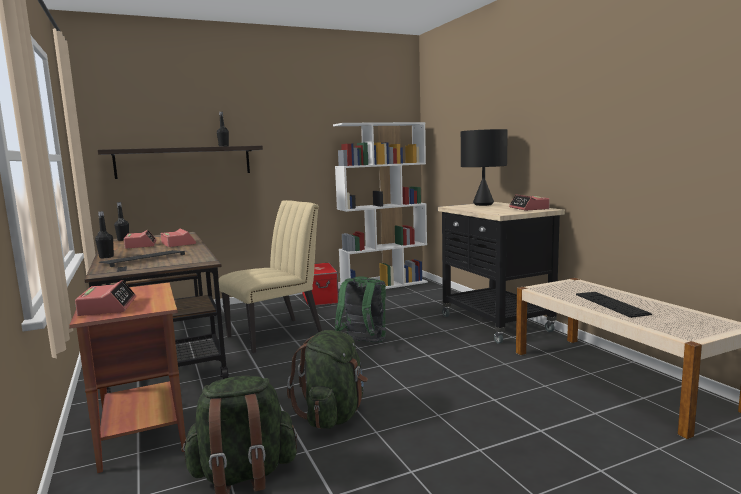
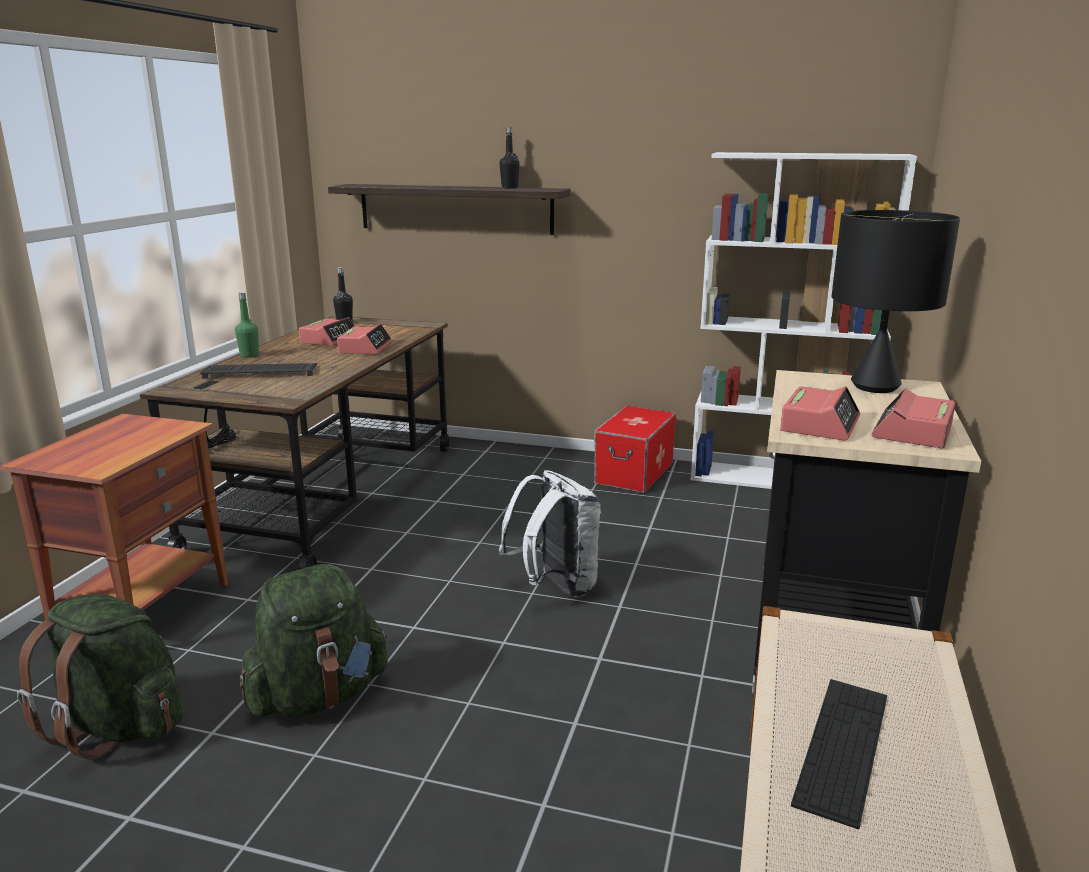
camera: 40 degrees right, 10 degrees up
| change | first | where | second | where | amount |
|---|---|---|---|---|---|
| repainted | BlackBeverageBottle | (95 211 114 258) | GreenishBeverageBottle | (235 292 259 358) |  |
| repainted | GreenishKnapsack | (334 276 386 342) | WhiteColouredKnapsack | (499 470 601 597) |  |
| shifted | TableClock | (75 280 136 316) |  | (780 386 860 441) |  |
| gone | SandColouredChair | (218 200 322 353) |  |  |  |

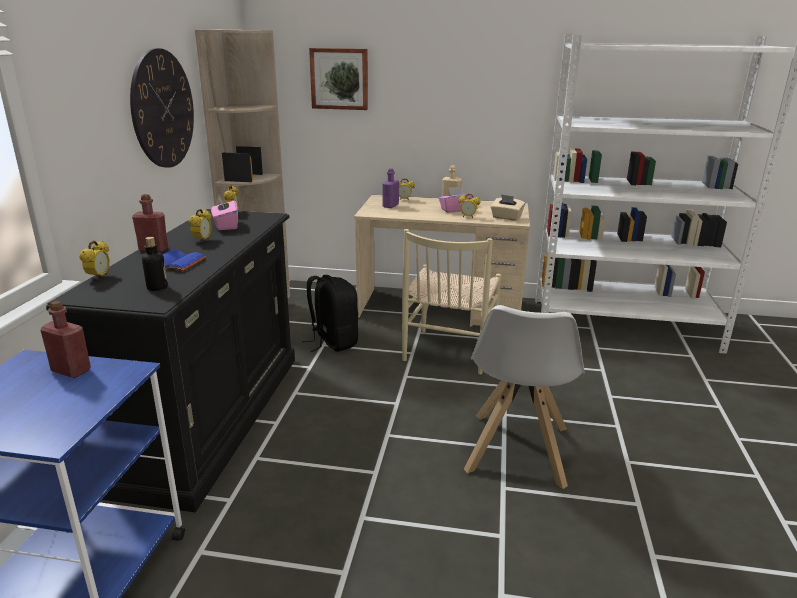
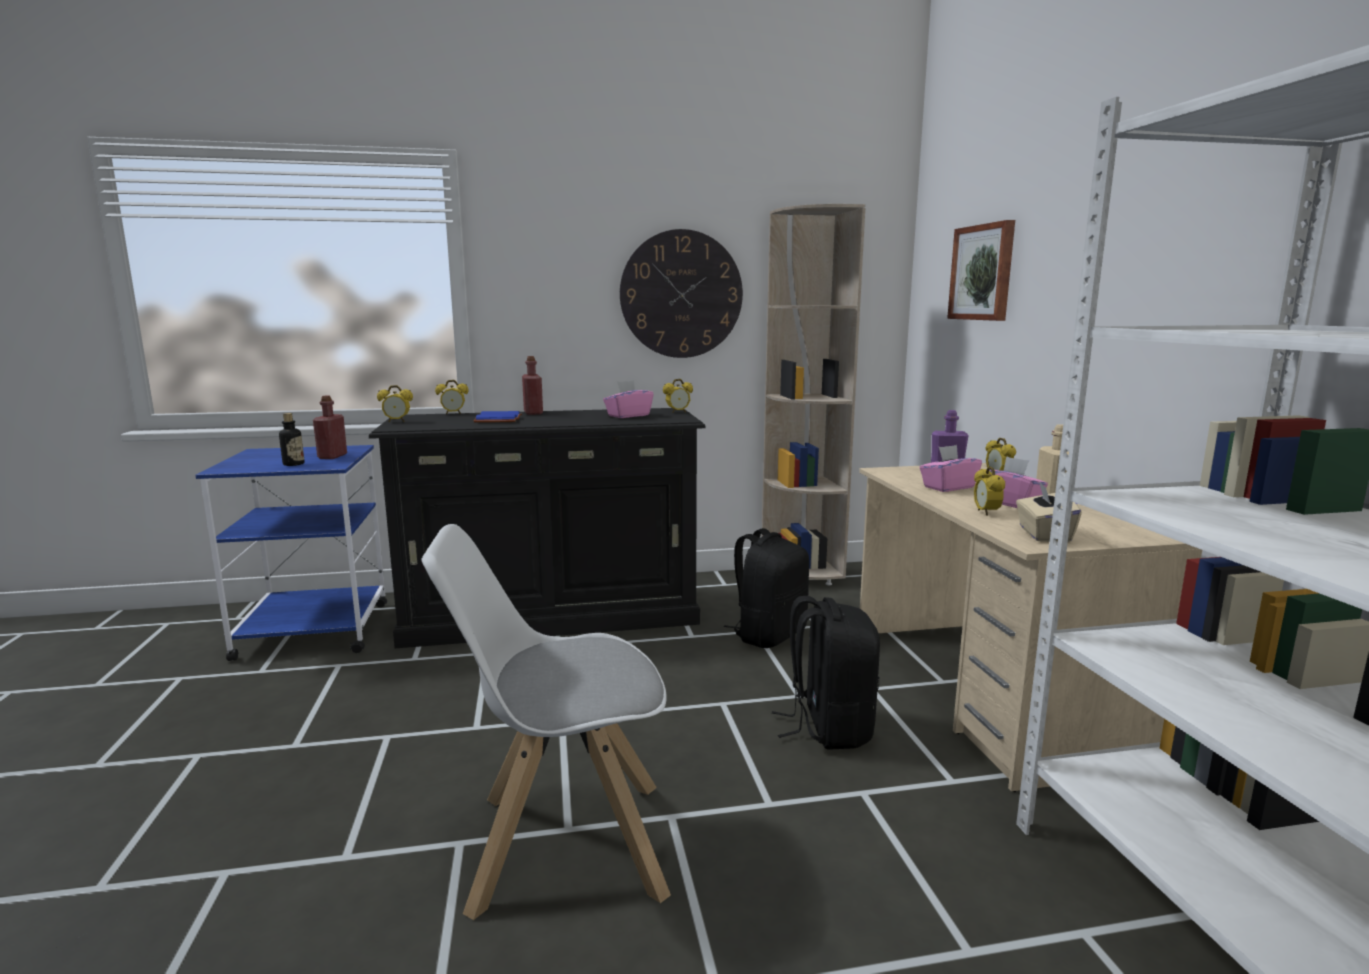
camera: 70 degrees right, 10 degrees down
| change | first | where | second | where | amount |
|---|---|---|---|---|---|
| shifted | BeverageBottle | (142 237 168 291) |  | (279 413 304 466) |  |
| shifted | TableClock | (189 209 212 243) |  | (377 385 413 422) |  |
| swapped | SandColouredChair | (402 229 501 374) | BlackKnapsack | (772 596 880 750) |  |
| new |  |  | PinkColouredBoxOfTissues | (919 445 982 492) |  |

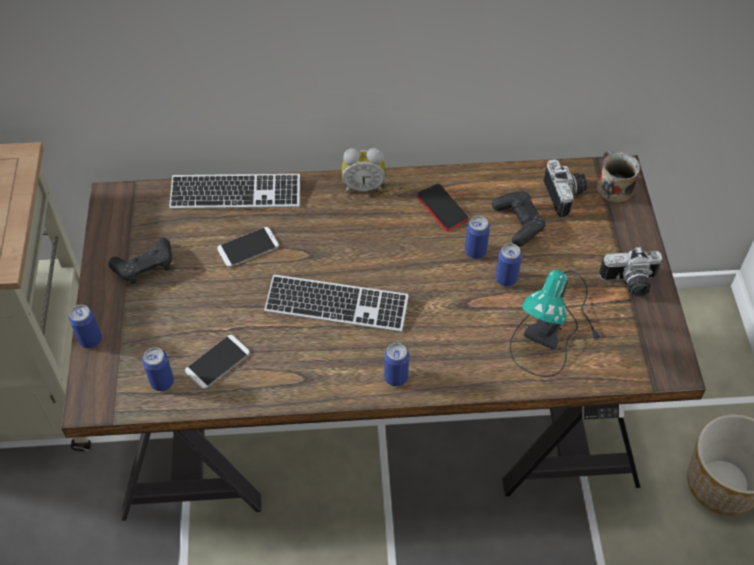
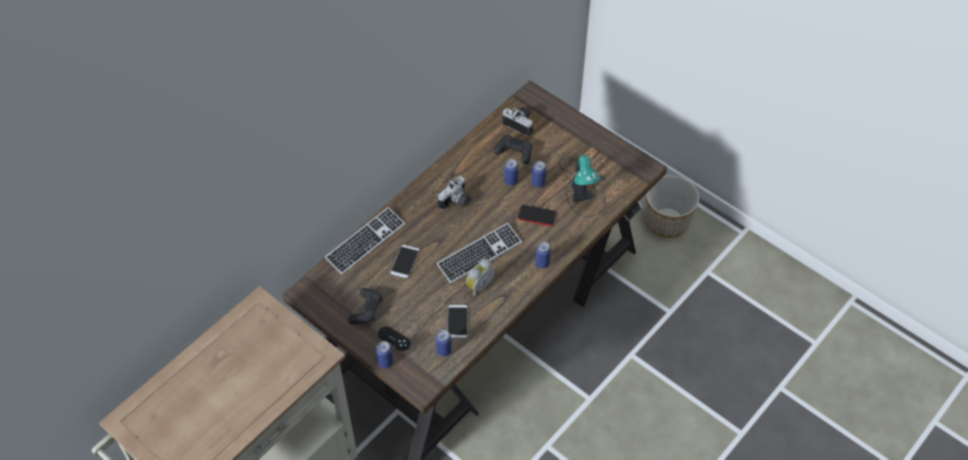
camera: 45 degrees left, 0 degrees up
| change | first | where | second | where | amount |
|---|---|---|---|---|---|
| new |  |  | BlackJoypad | (378 326 410 351) |  |
| shifted | StillCamera | (599 247 662 297) |  | (437 176 471 210) |  |
| shifted | TableClock | (342 148 385 193) |  | (466 259 495 296) |  |
| shifted | Telephone | (417 183 469 231) |  | (518 205 556 226) |  |
| gone | CoffeeMug | (597 150 640 204) |  |  |  |

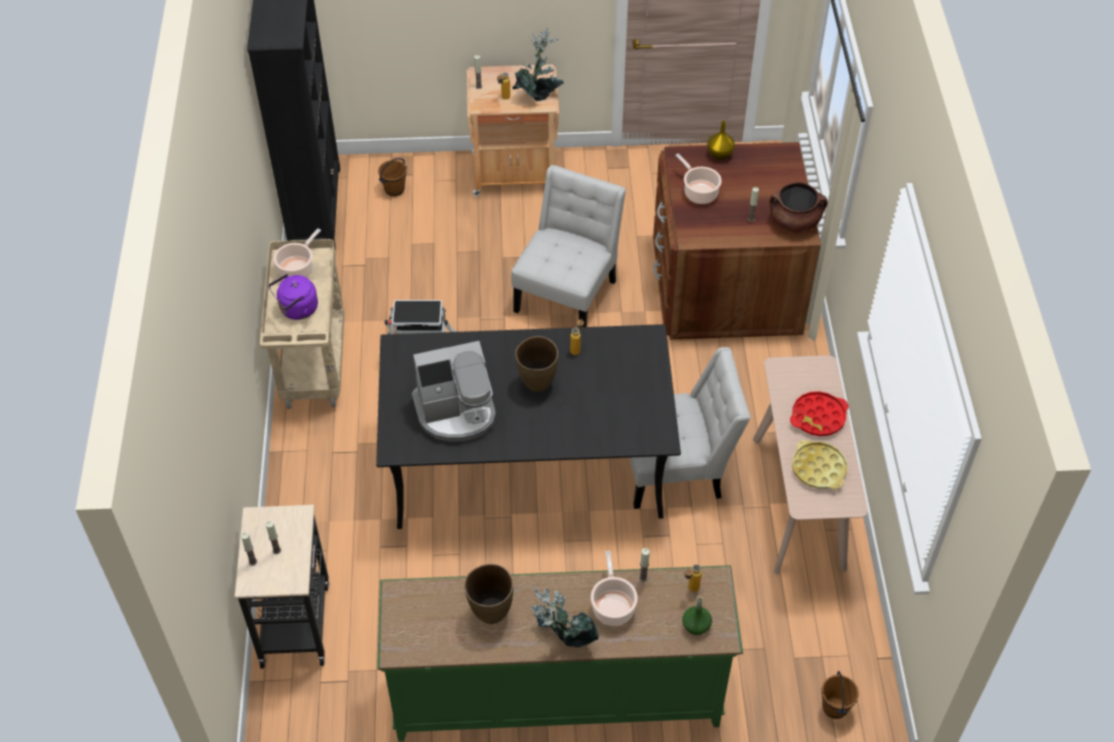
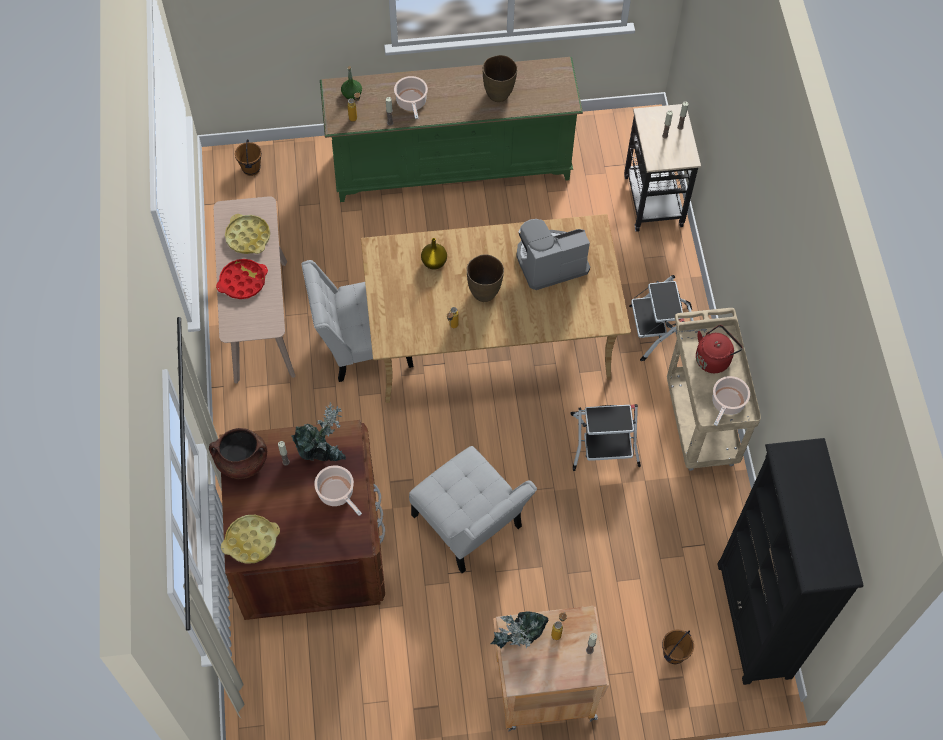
camera: 175 degrees right, 10 degrees up
| change | first | where | second | where | amount |
|---|---|---|---|---|---|
| new |  |  | YellowishServingTray | (221 515 280 564) |  |
| shifted | PlantInAPot | (531 586 599 648) |  | (291 402 346 461) |  |
| repainted | BlackKitchenTable | (376 324 681 529) | SandColouredKitchenTable | (361 214 631 403) |  |
| rotated | WhiteColouredChair | (511 165 626 327) |  | (409 446 537 573) | 60 degrees counterclockwise |
| shifted | YellowishFlowerVase | (707 121 735 160) |  | (421 238 447 270) |  |
| new |  |  | Stepladder | (629 275 694 361) |  |
| repainted | PurplishKettle | (268 274 318 320) | RedColouredKettle | (696 325 743 373) |  |

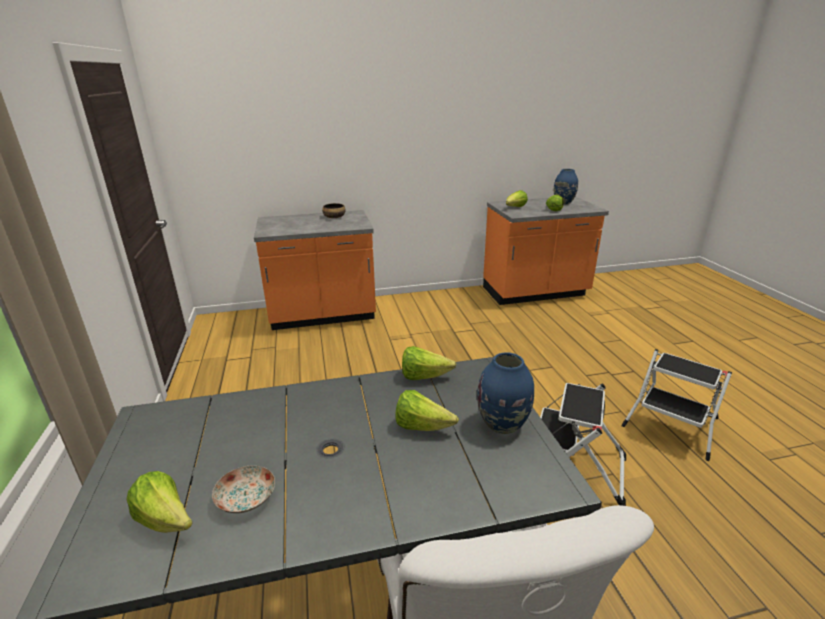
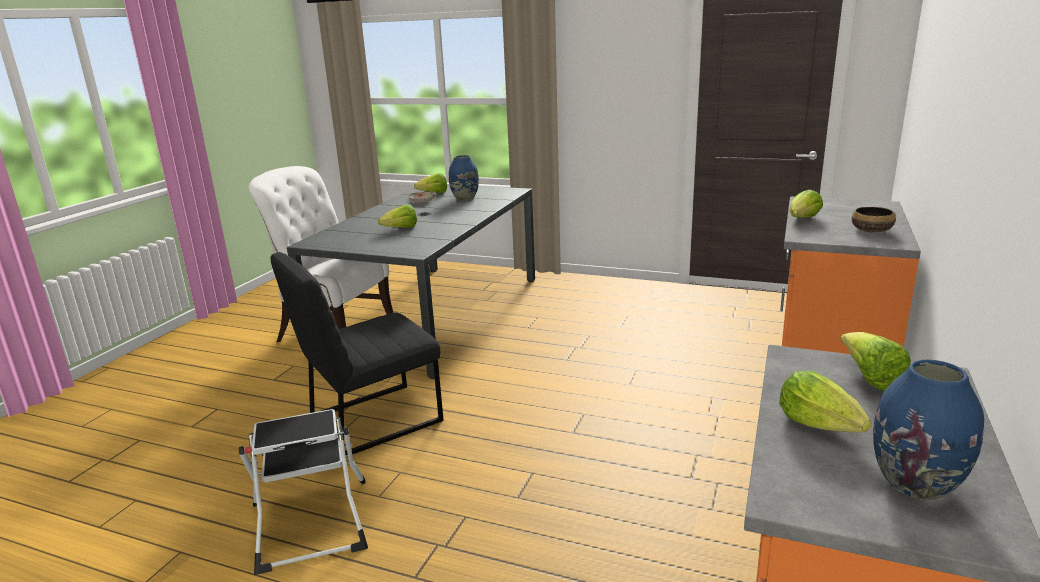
camera: 125 degrees right, 5 degrees down
| change | first | where | second | where | amount |
|---|---|---|---|---|---|
| swapped | Stepladder | (540 383 626 506) | BlackChair | (270 252 444 455) |  |
| shifted | BlueColouredFlowerVase | (477 352 534 434) |  | (449 155 479 201) |  |
| shifted | LettuceHead | (402 346 456 380) |  | (790 190 823 218) |  |

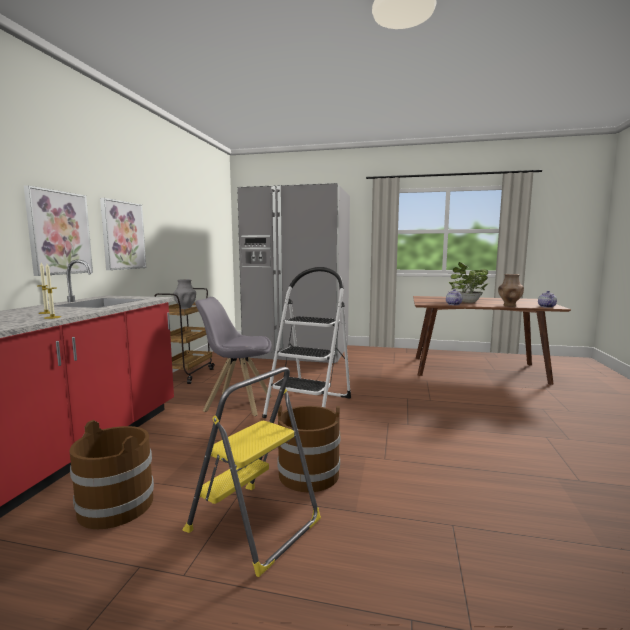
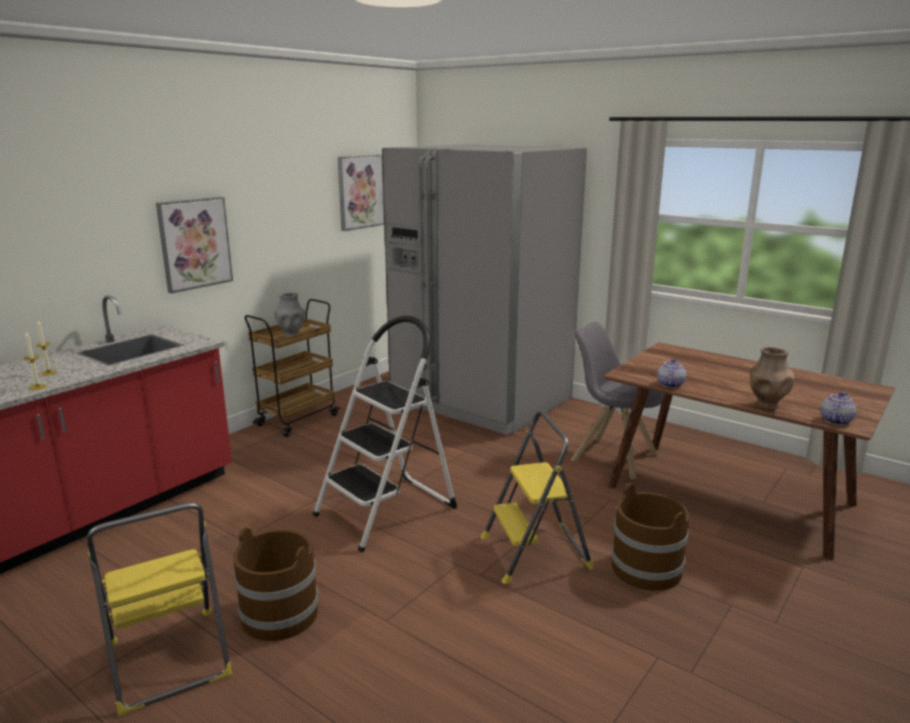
camera: 25 degrees right, 10 degrees up
| change | first | where | second | where | amount |
|---|---|---|---|---|---|
| shifted | Picture | (24 185 93 276) |  | (338 155 384 231) |  |
| new |  |  | YellowishStepladder | (480 411 593 584) |  |
| shifted | GreyChair | (195 297 272 416) |  | (571 321 665 480) |  |
| shifted | BrownBucket | (70 420 154 529) |  | (612 483 689 591) |  |
| gone | PlantInAPot | (449 262 489 303) |  |  |  |

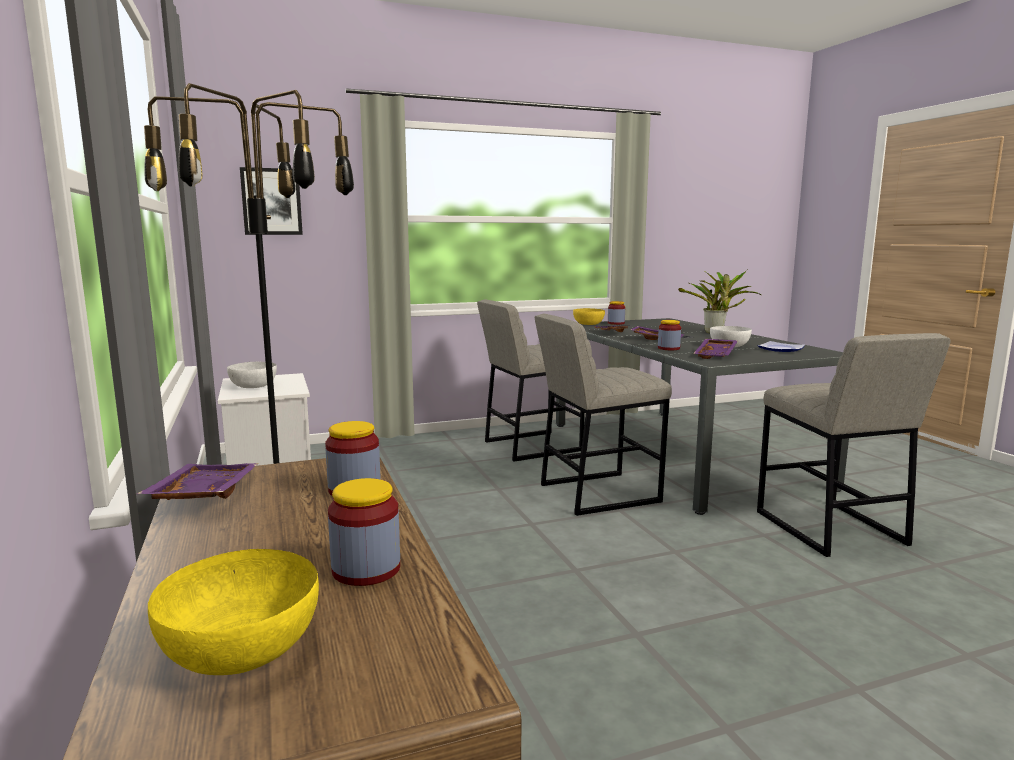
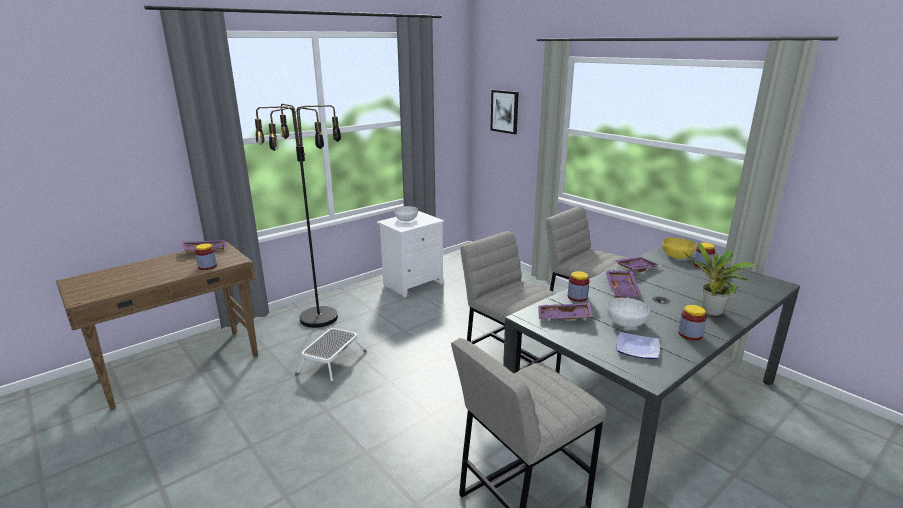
camera: 70 degrees right, 10 degrees up
| change | first | where | second | where | amount |
|---|---|---|---|---|---|
| new |  |  | GreyStepladder | (295 328 367 386) |  |
| shifted | Jar | (328 478 400 586) |  | (678 305 707 340) |  |
| gone | YellowishDeepDish | (148 549 319 675) |  |  |  |

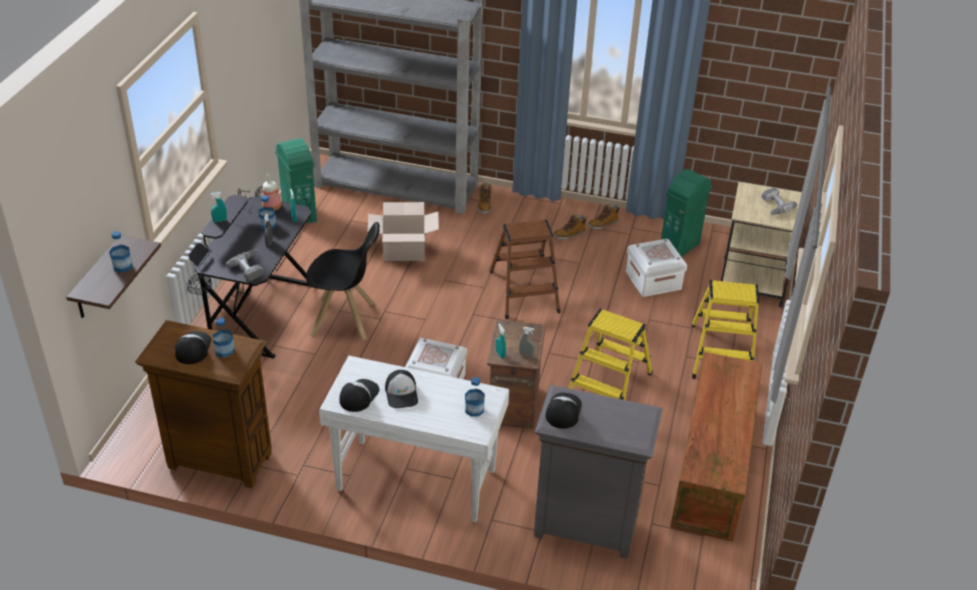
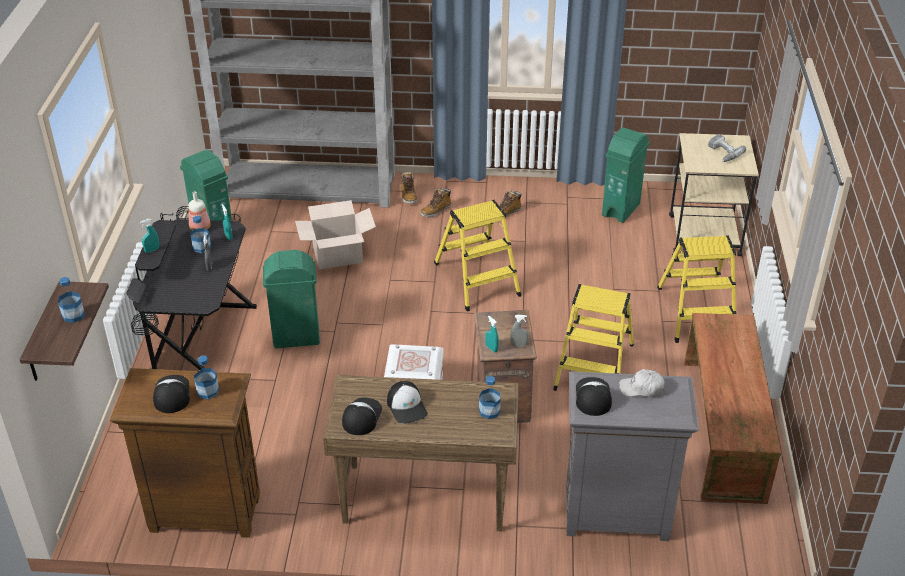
camera: 10 degrees left, 0 degrees up
| change | first | where | second | where | amount |
|---|---|---|---|---|---|
| swapped | BlackChair | (306 222 380 341) | GreenishRubbishBin | (263 250 320 348) |  |
| repainted | WhiteColouredHallTable | (319 356 509 522) | BrownHallTable | (323 375 519 531) |  |
| shifted | HighTopBoot | (588 203 619 229) |  | (420 188 451 217) |  |
| repainted | BrownStepladder | (489 219 561 319) | YellowishStepladder | (434 200 521 311) |  |
| new |  |  | WhiteColouredBaseballCap | (619 369 665 397) |  |
| gone | PowerDrill | (226 249 263 281) |  |  |  |
| gone | WhiteColouredStorageBox | (626 239 687 297) |  |  |  |

